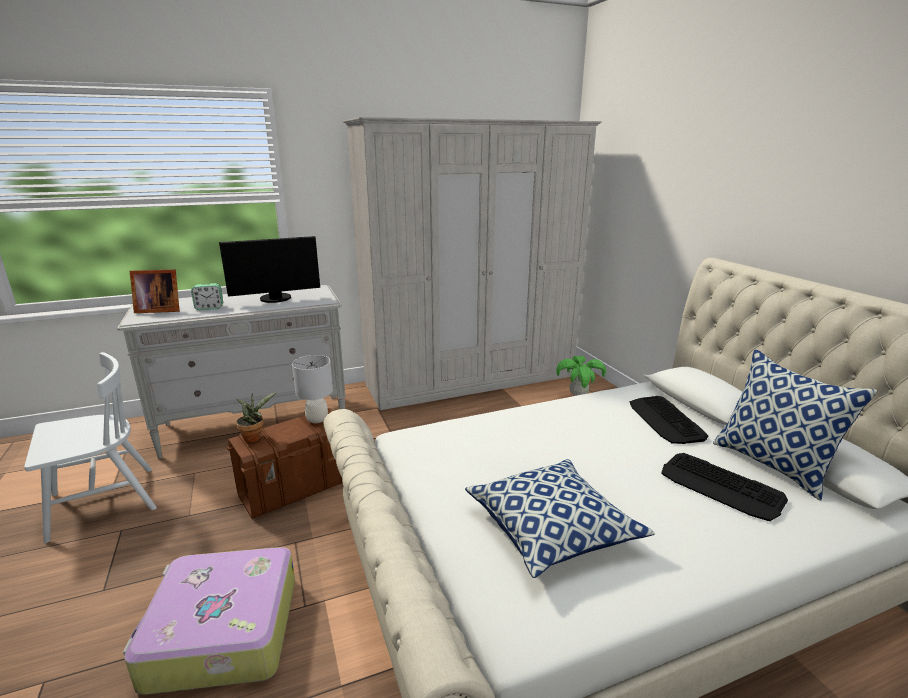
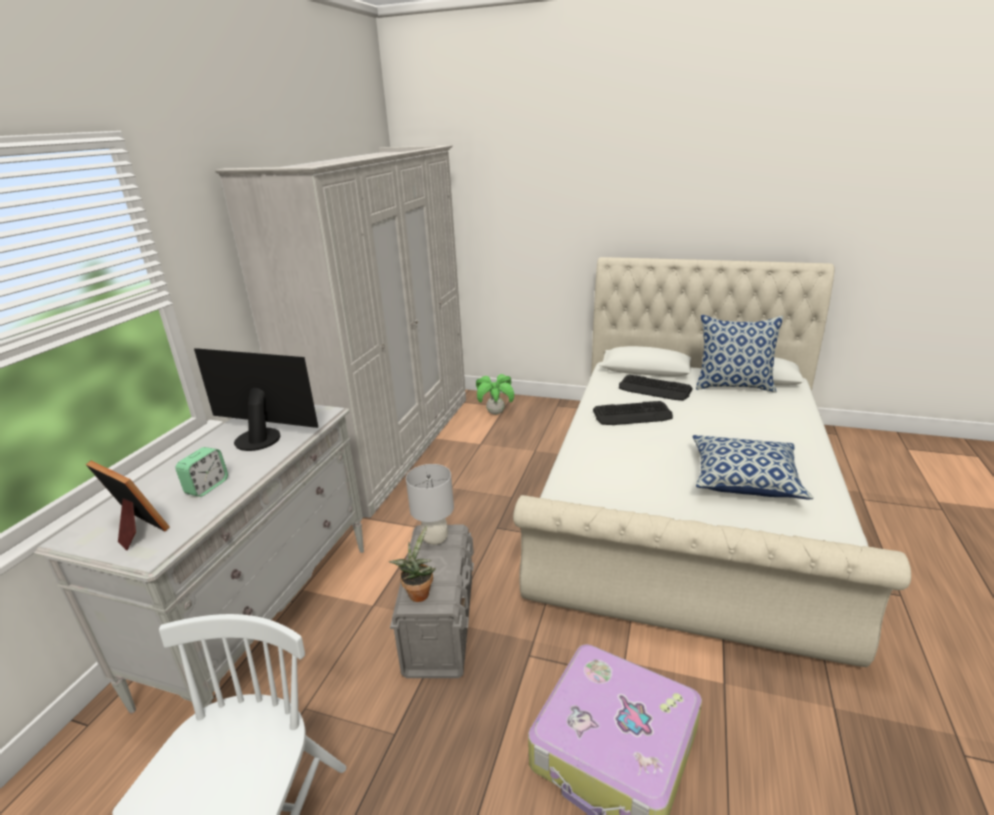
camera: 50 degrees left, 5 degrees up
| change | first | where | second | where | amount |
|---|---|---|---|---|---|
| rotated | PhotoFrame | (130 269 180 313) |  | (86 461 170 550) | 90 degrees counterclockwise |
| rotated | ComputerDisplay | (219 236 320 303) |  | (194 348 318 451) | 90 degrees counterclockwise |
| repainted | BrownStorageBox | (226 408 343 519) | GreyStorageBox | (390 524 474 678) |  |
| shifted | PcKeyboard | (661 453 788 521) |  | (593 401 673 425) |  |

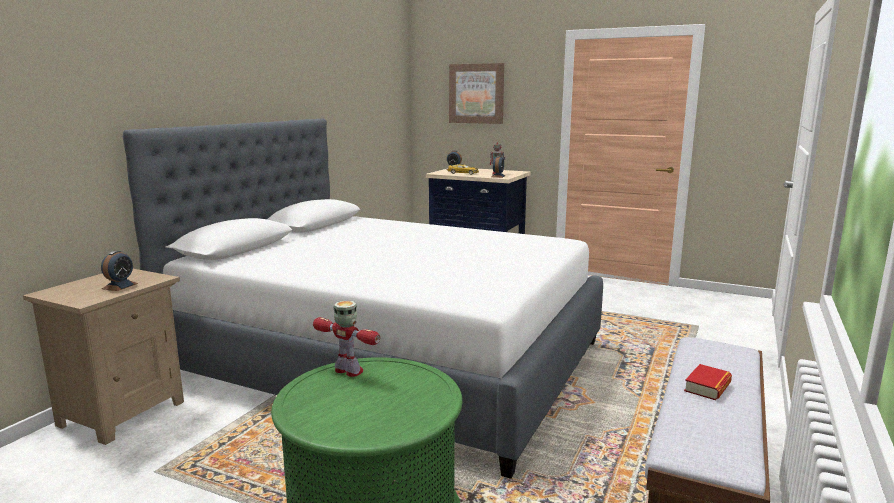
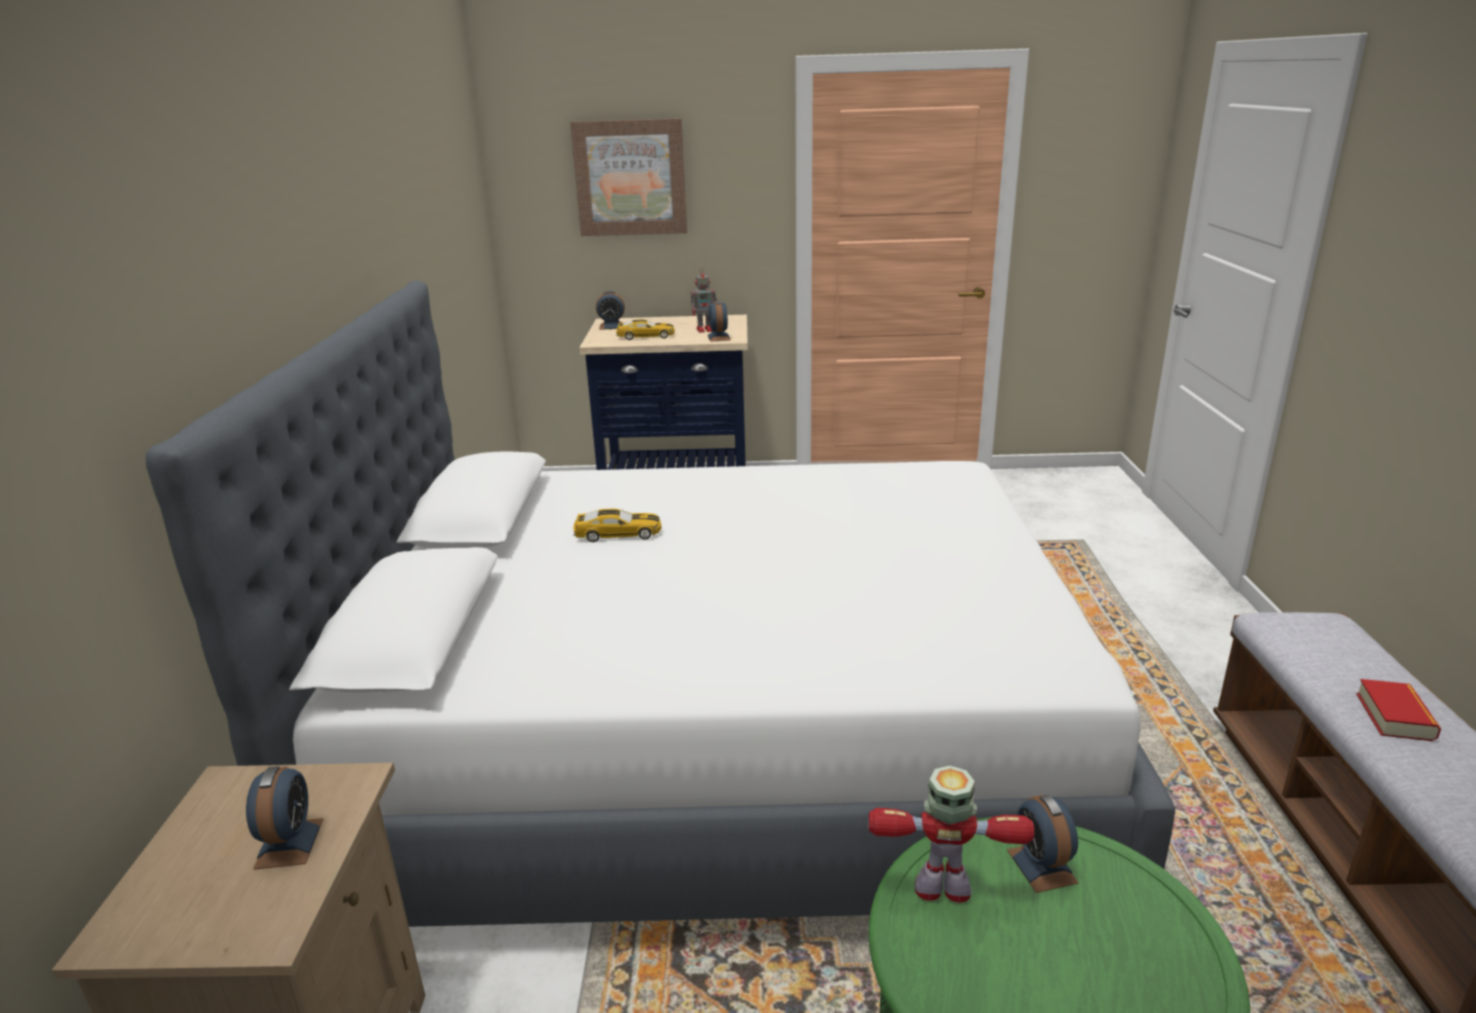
camera: 25 degrees left, 10 degrees up
| change | first | where | second | where | amount |
|---|---|---|---|---|---|
| new |  |  | ToyCar | (573 509 661 542) |  |
| new |  |  | TableClock | (1007 795 1079 893) |  |

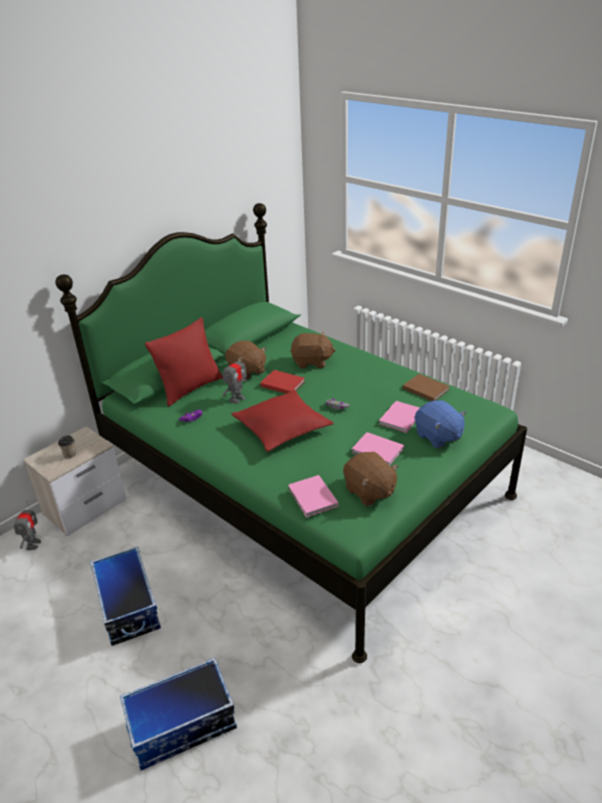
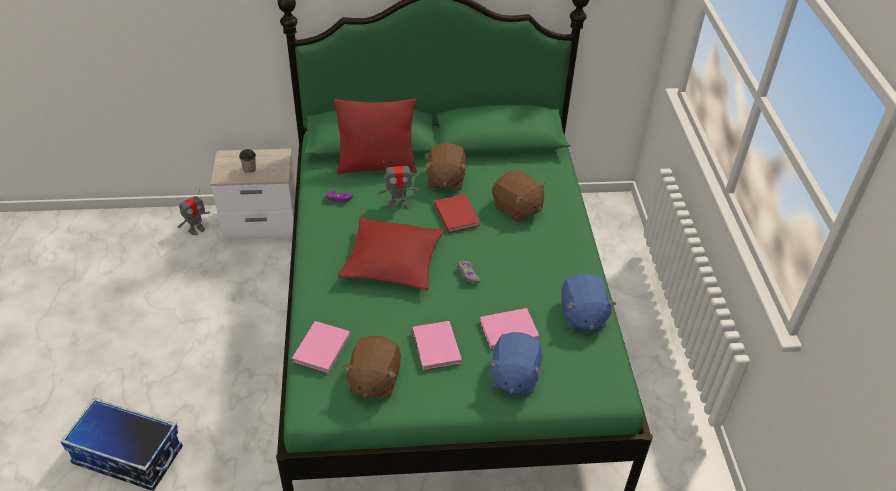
camera: 40 degrees right, 10 degrees up
| change | first | where | second | where | amount |
|---|---|---|---|---|---|
| swapped | BrownBoundBook | (403 374 450 401) | BlueColouredCuddlyToy | (561 274 616 330) |  |
| gone | StorageBox | (90 546 161 646) |  |  |  |

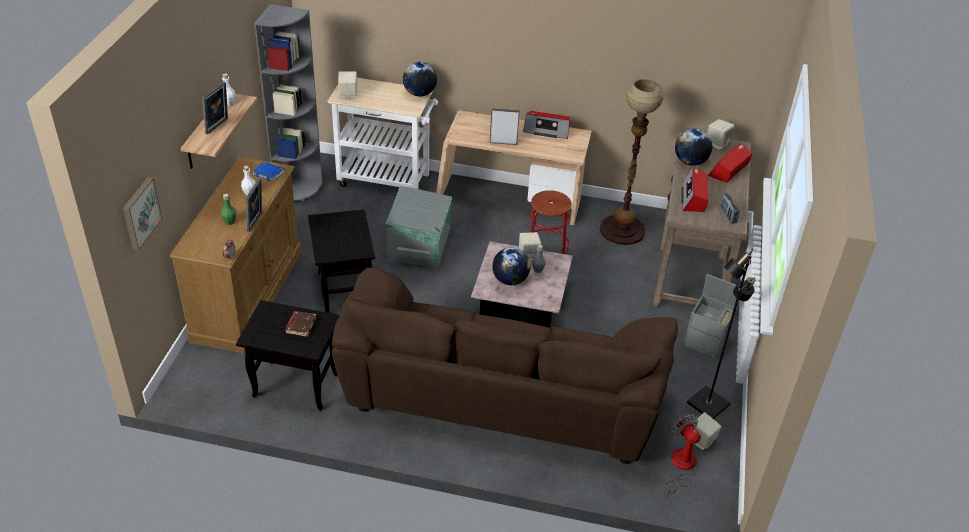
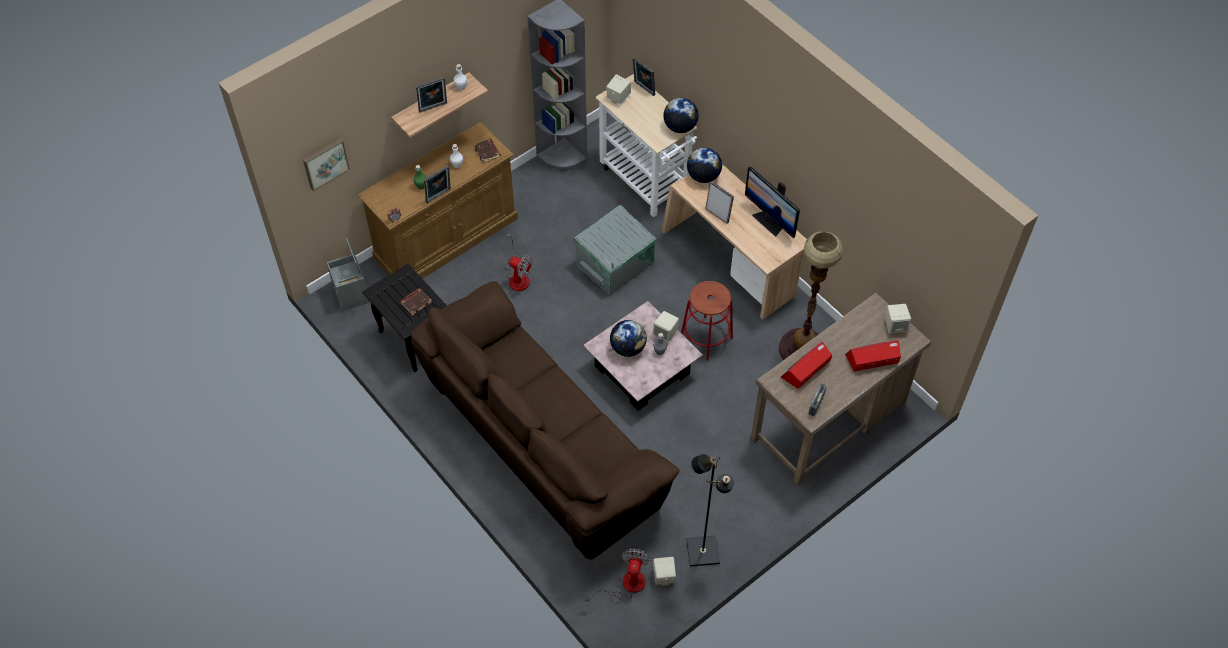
camera: 40 degrees right, 15 degrees up
| change | first | where | second | where | amount |
|---|---|---|---|---|---|
| shifted | GreyStorageBox | (684 274 739 359) |  | (327 238 370 311) |  |
| repainted | BlueColouredBoundBook | (252 162 285 182) | BrownBoundBook | (474 139 501 163) |  |
| swapped | BlackSideTable | (308 209 375 313) | CoolingFan | (505 232 533 291) |  |
| new |  |  | PhotoFrame | (632 57 655 96) |  |
| shifted | Globe | (675 129 712 166) |  | (687 147 722 183) |  |
| swapped | RadioSet | (523 111 570 139) | ComputerDisplay | (745 167 800 238) |  |

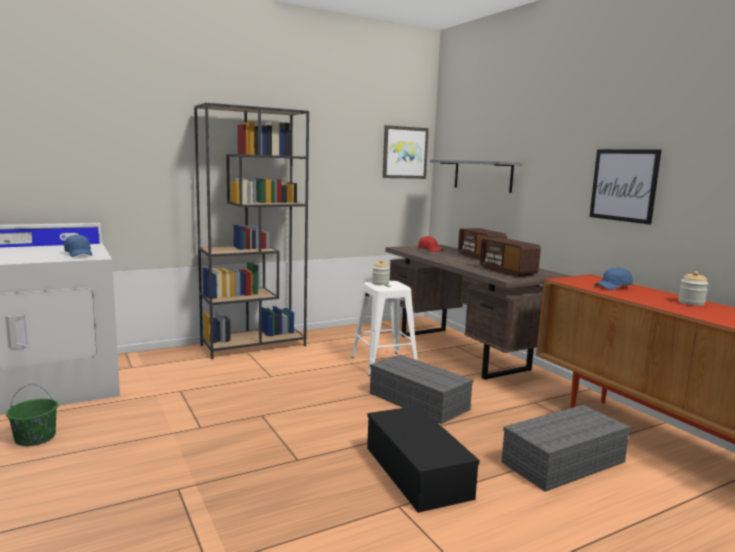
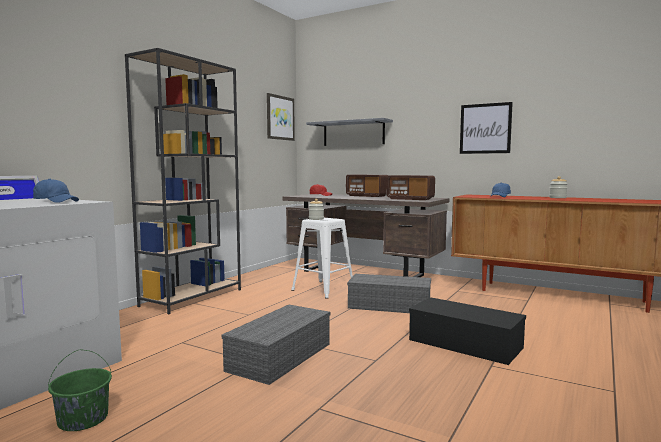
camera: 30 degrees left, 5 degrees down
| change | first | where | second | where | amount |
|---|---|---|---|---|---|
| shifted | GreyStorageBox | (501 405 631 492) |  | (222 305 330 385) |  |

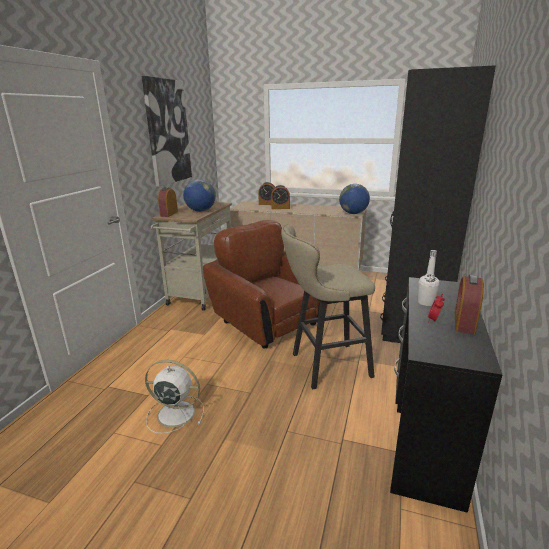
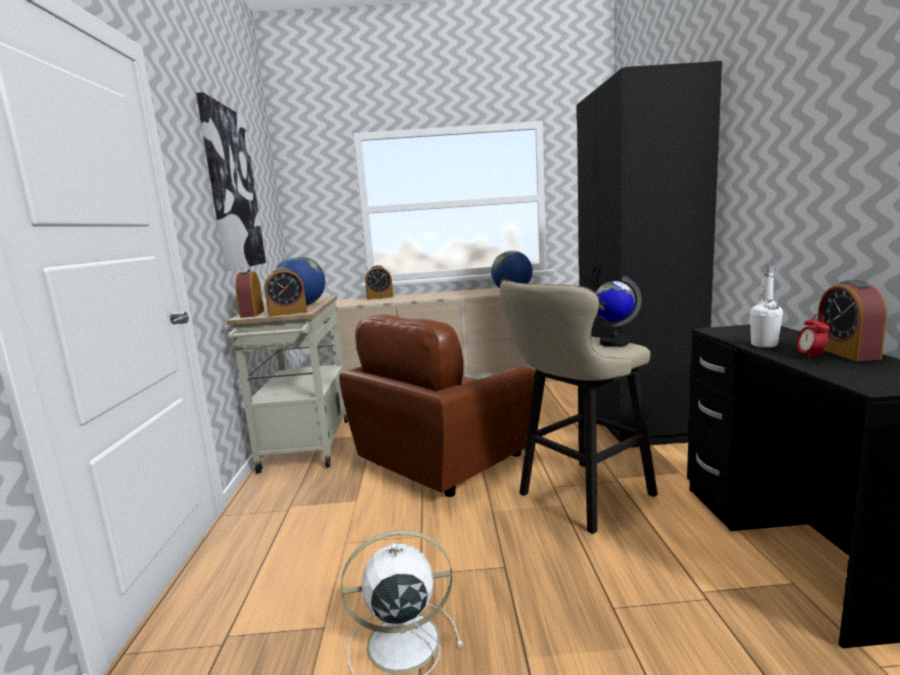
camera: 20 degrees left, 10 degrees down
| change | first | where | second | where | amount |
|---|---|---|---|---|---|
| shifted | TableClock | (271 185 290 209) |  | (265 268 307 317) |  |
| rotated | BrownArmchair | (203 220 327 348) |  | (339 314 535 497) | 75 degrees counterclockwise |
| new |  |  | Globe | (596 276 642 347) |  |

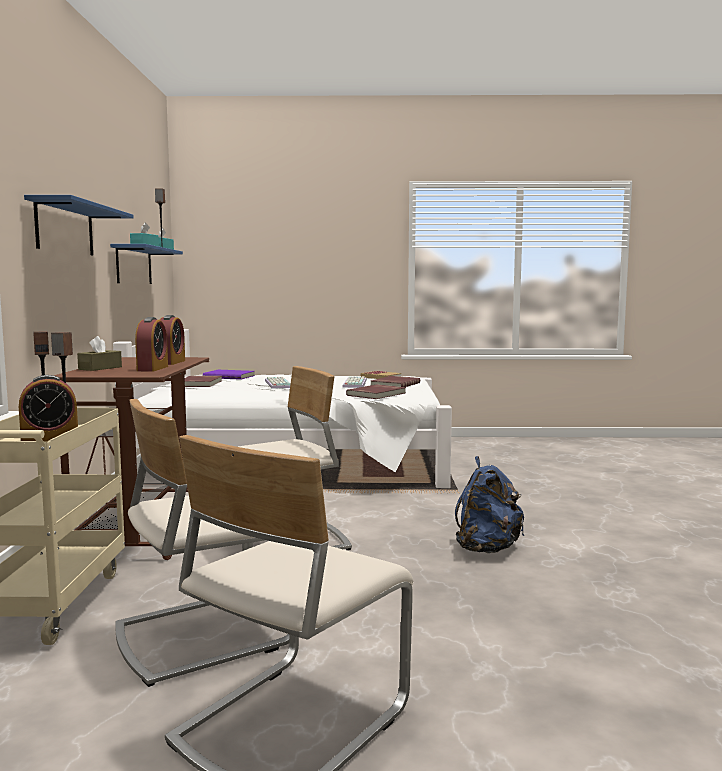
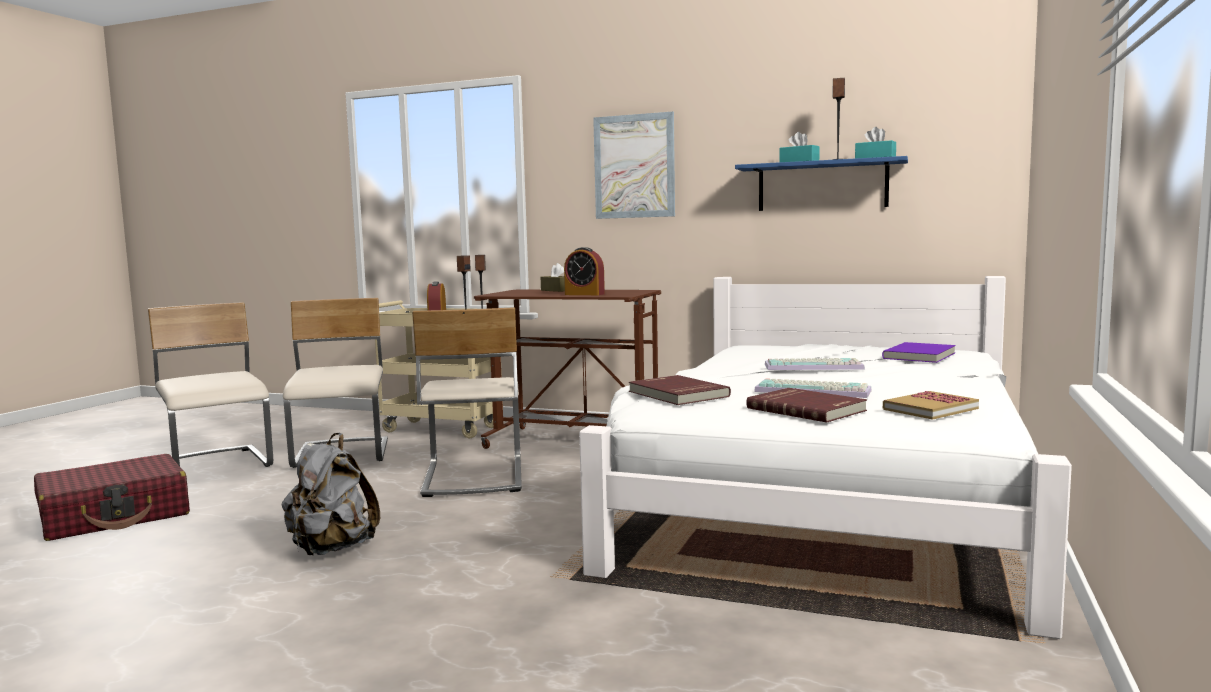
camera: 110 degrees right, 0 degrees up
| change | first | where | second | where | amount |
|---|---|---|---|---|---|
| new |  |  | RedColouredPieceOfLuggage | (34 454 190 541) |  |
| repainted | BlueColouredKnapsack | (455 456 524 553) | GreyKnapsack | (282 432 380 555) |  |
| swapped | BlueColouredWallShelf | (24 195 133 255) | Picture | (593 111 675 219) |  |
| gone | TableClock | (135 317 168 371) |  |  |  |
| gone | RedColouredBoundBook | (185 376 222 387) |  |  |  |

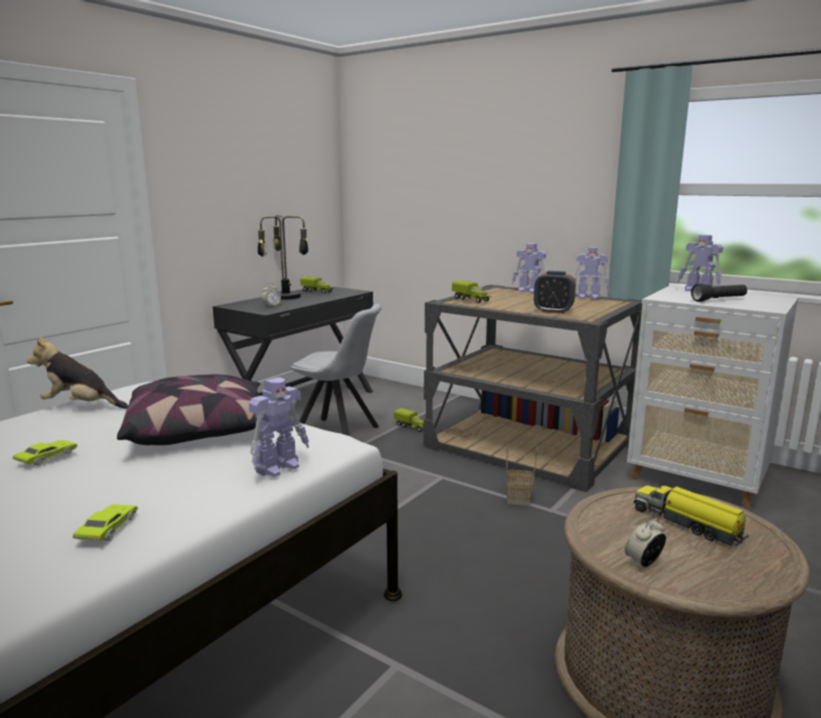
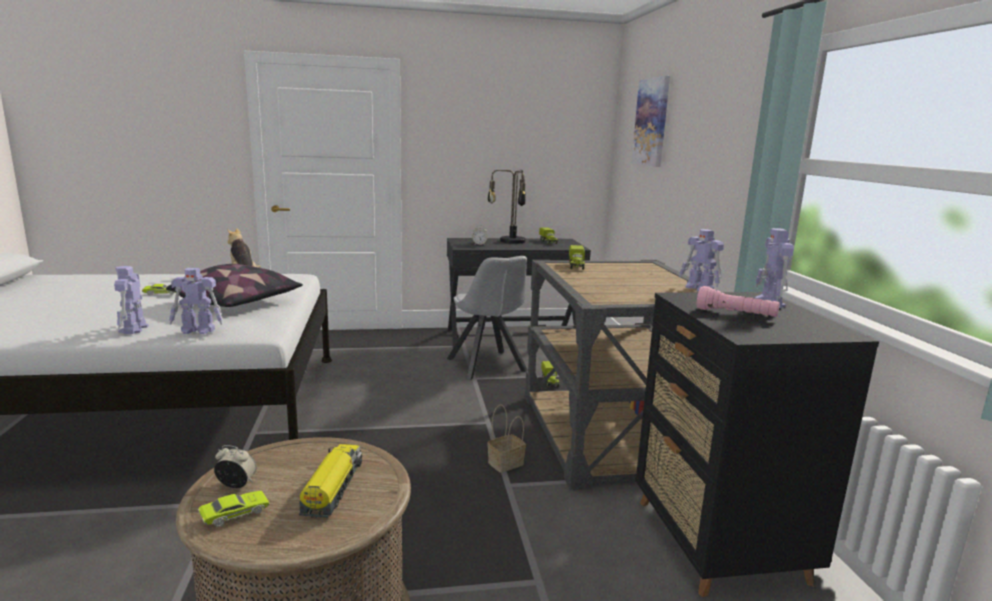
camera: 45 degrees right, 0 degrees up
| change | first | where | second | where | amount |
|---|---|---|---|---|---|
| shifted | ModelRobot | (511 243 546 293) |  | (114 266 149 334) |  |
| shifted | GreenishToyCar | (72 504 138 541) |  | (198 491 270 527) |  |
| new |  |  | Picture | (632 76 670 167) |  |
| repainted | WhiteColouredChestOfDrawers | (627 286 799 509) | BlackChestOfDrawers | (636 292 879 597) |  |
| repainted | BlackHandTorch | (691 283 747 302) | PinkColouredHandTorch | (697 286 780 317) |  |
| gone | TableClock | (534 271 576 314) |  |  |  |

